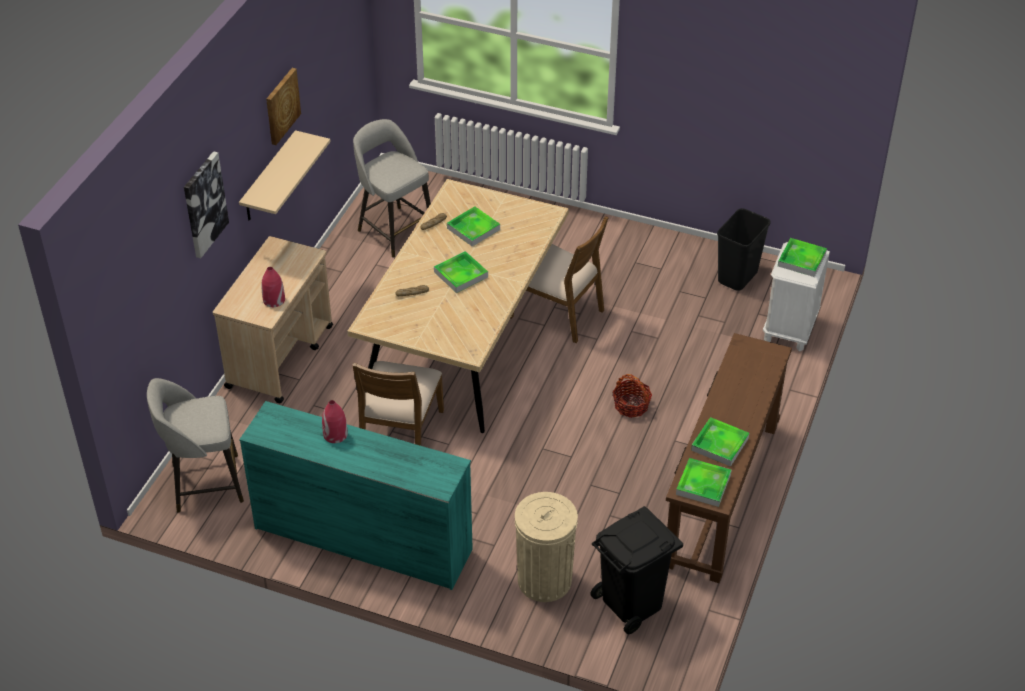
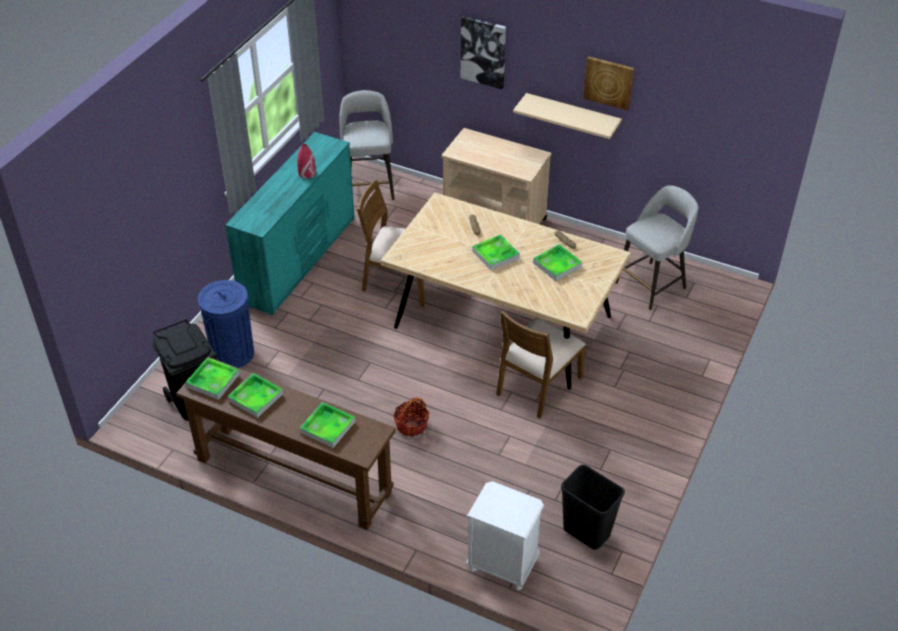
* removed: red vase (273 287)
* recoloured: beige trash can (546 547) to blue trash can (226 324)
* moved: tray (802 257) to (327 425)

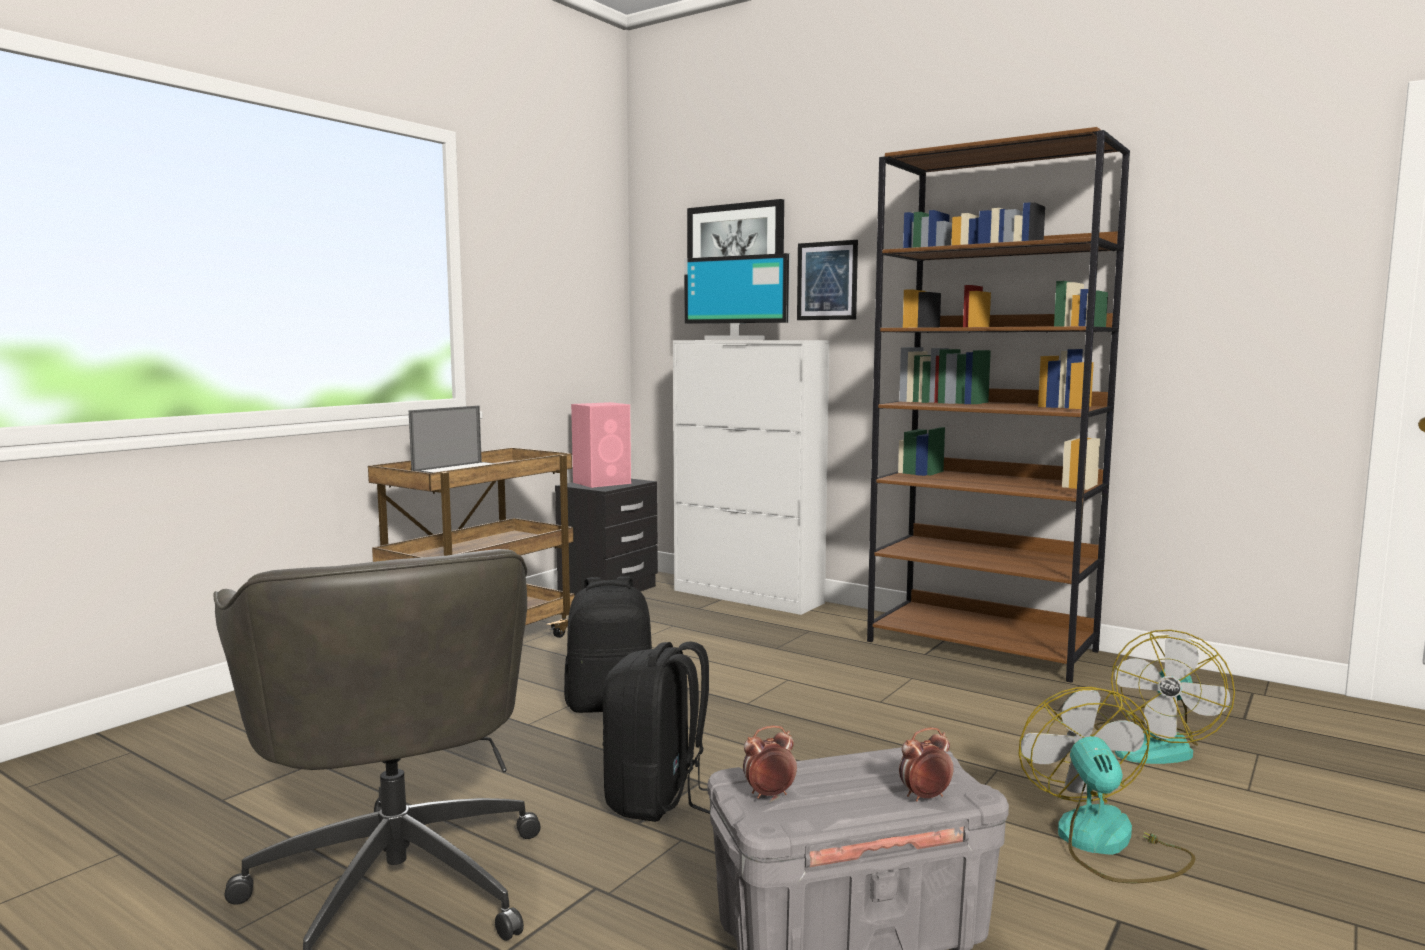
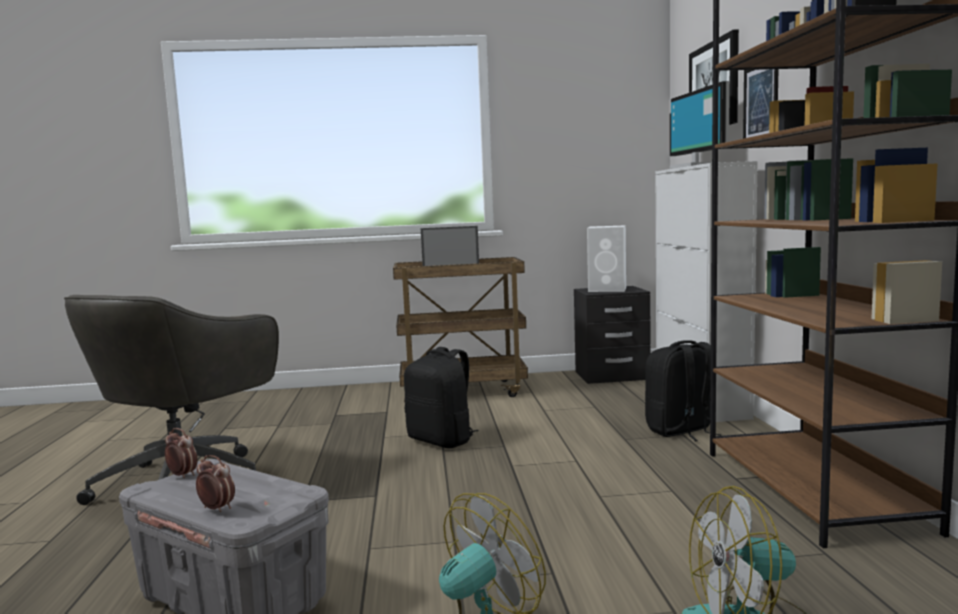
* recoloured: pink speaker (601 445) to white speaker (606 258)
* moved: black backpack (656 731) to (683 390)

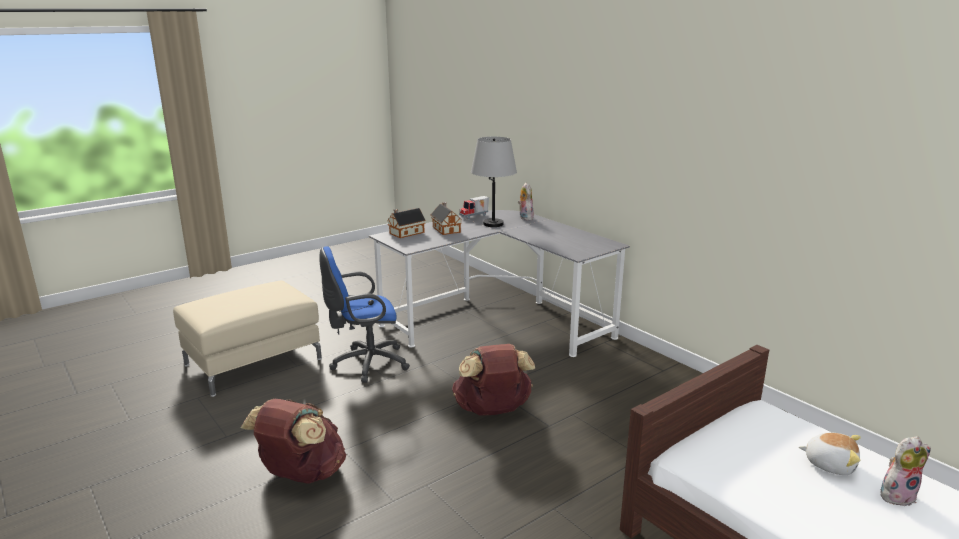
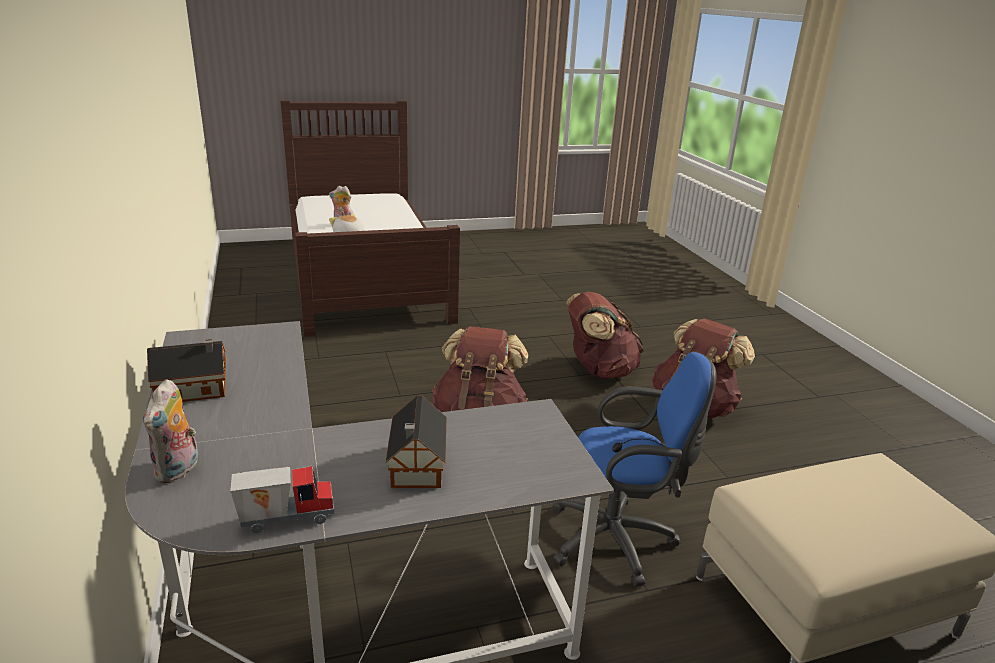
* moved: toy house (406 223) to (186 370)
* removed: grey table lamp (494 182)
* added: brown backpack (605 335)

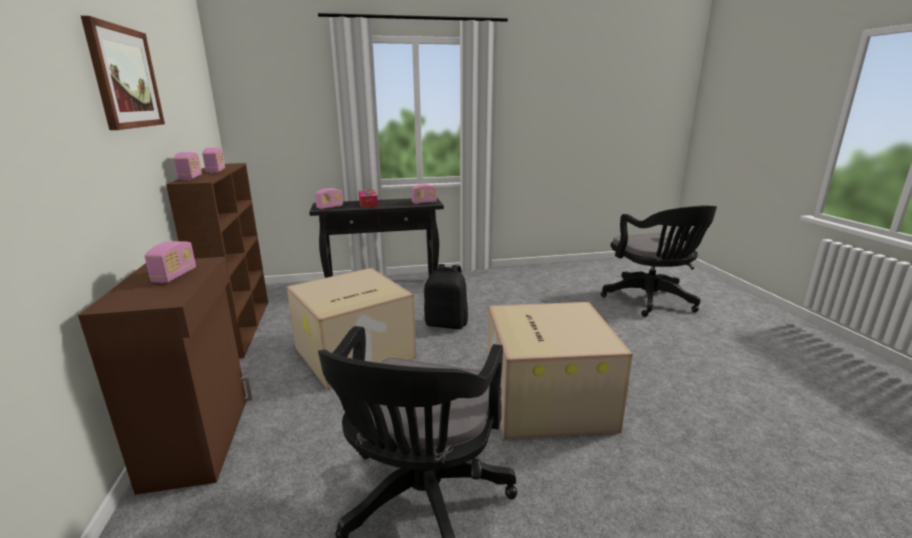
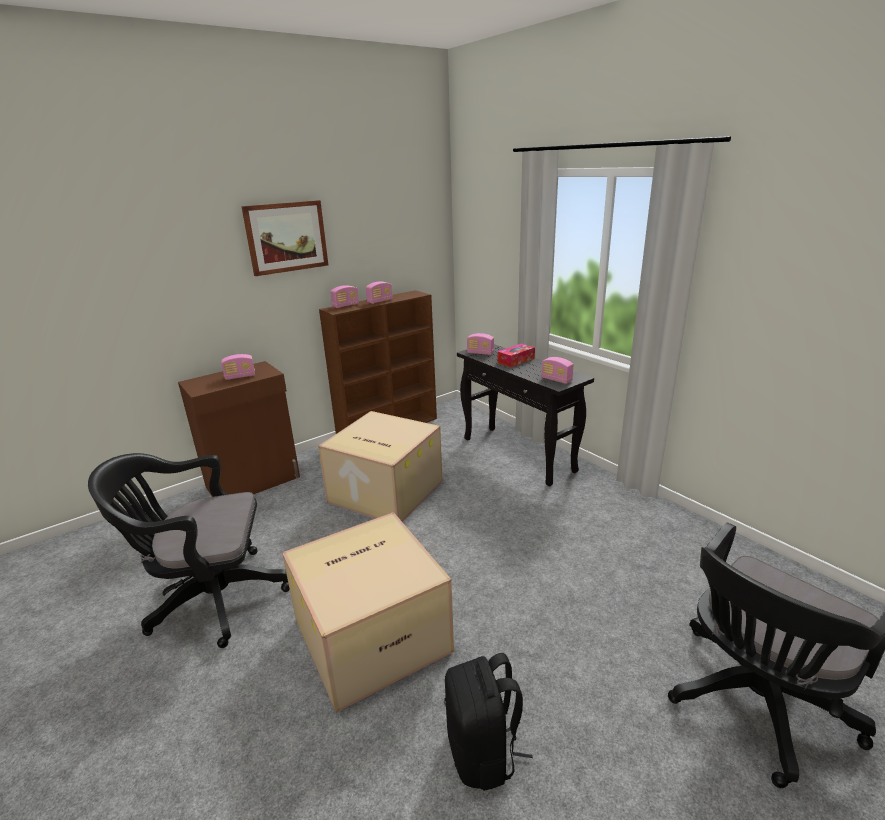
* moved: black backpack (446 296) to (488 722)

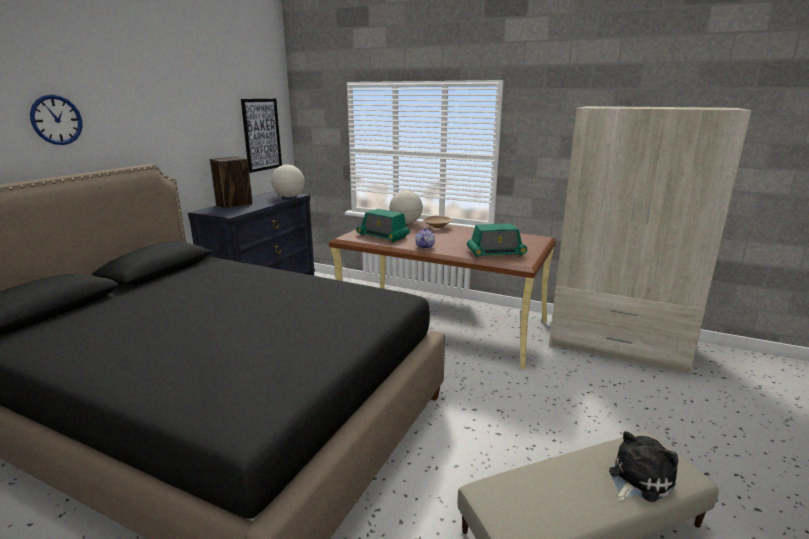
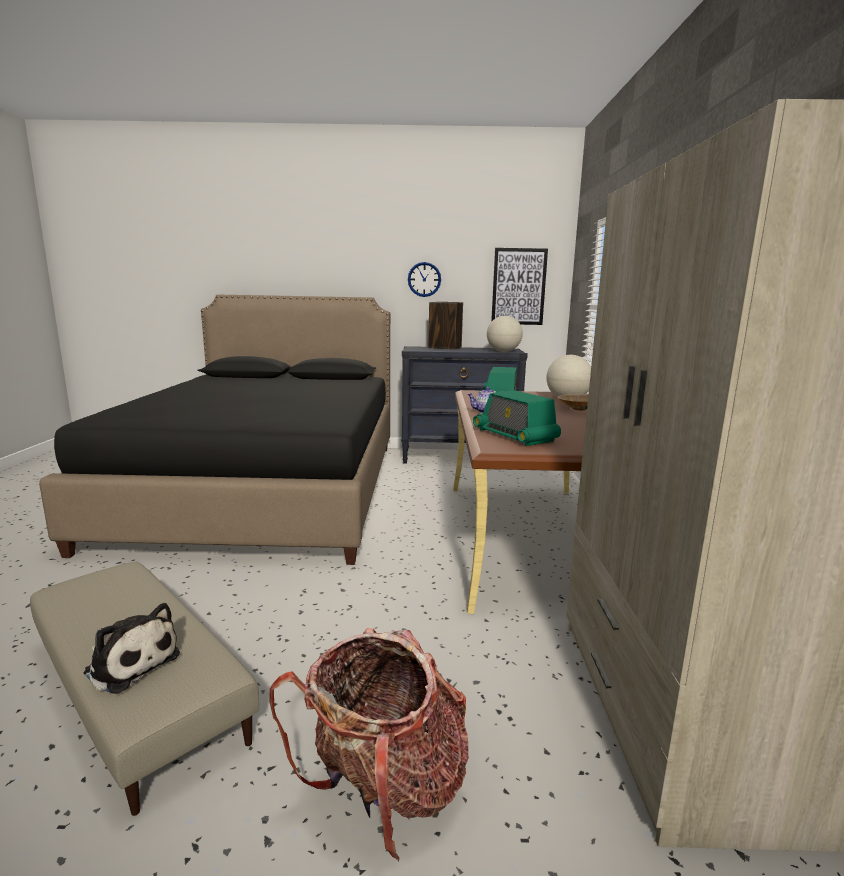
* moved: wall clock (56 120) to (424 279)
* added: backpack (369 745)

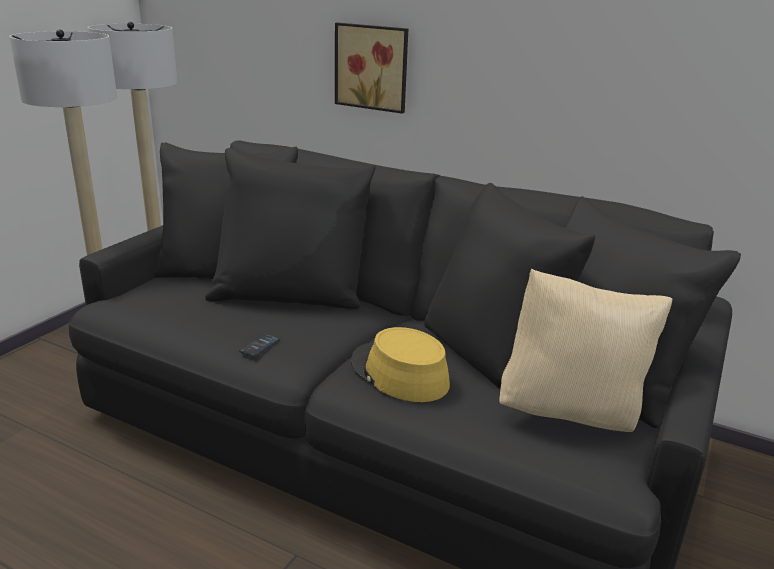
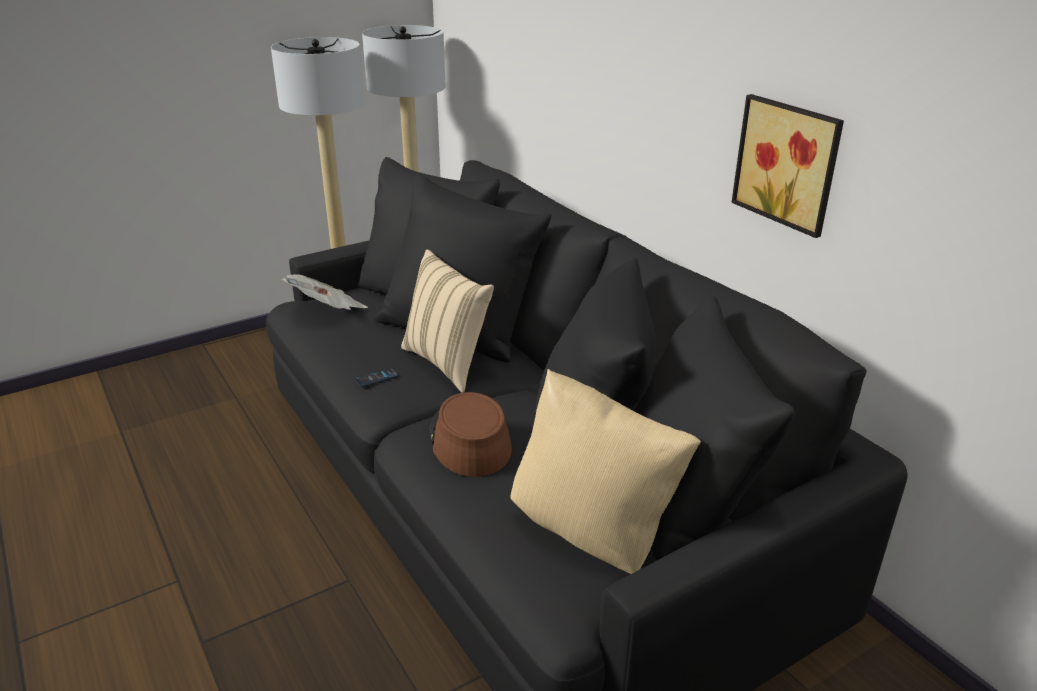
* moved: picture (371 68) to (787 166)
* recoloured: yellow hat (400 364) to brown hat (471 434)
* added: newspaper (325 292)
* added: beige pillow (447 321)

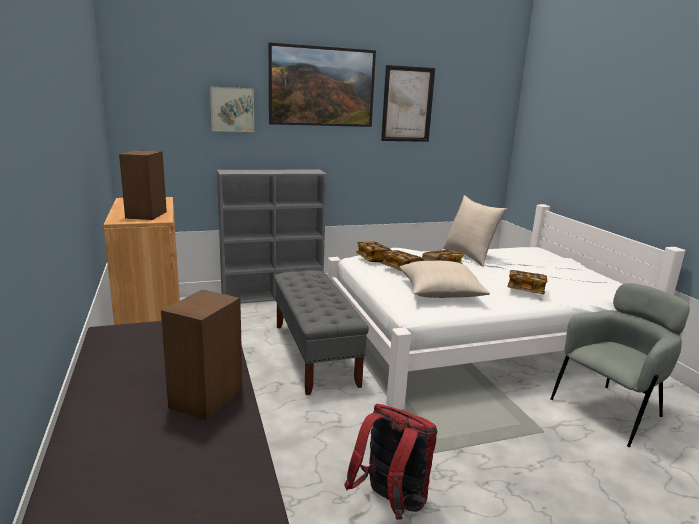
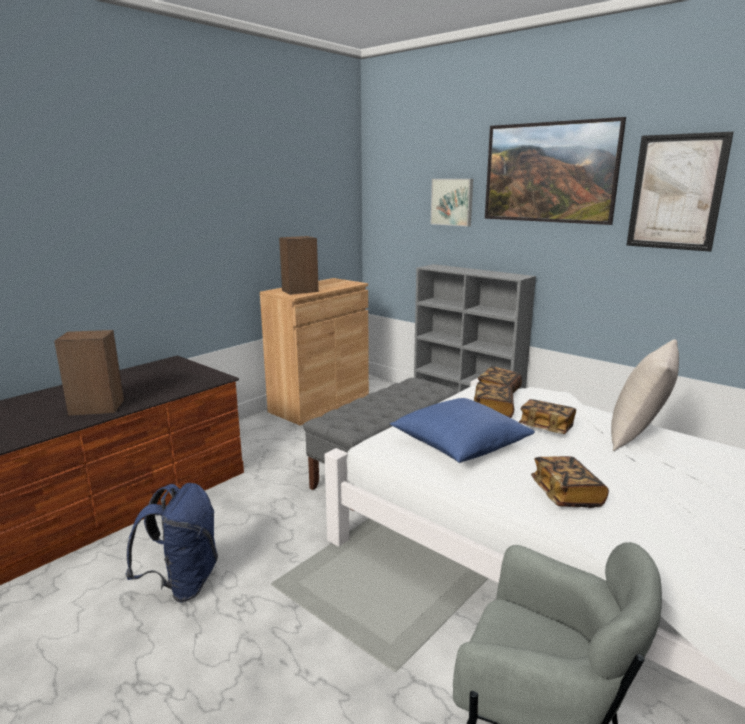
* recoloured: red backpack (391 462) to blue backpack (172 542)
* recoloured: beige pillow (444 279) to blue pillow (462 430)

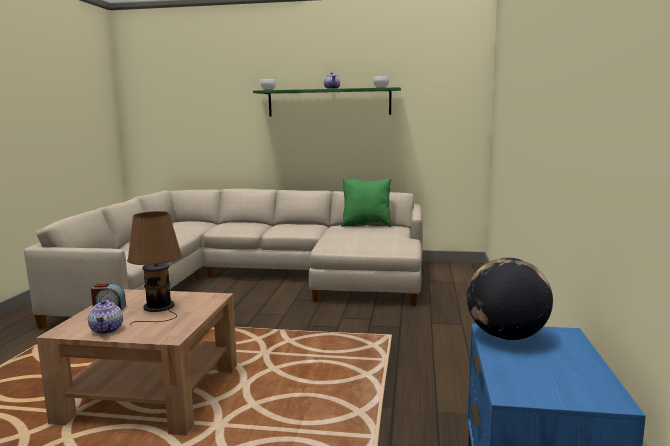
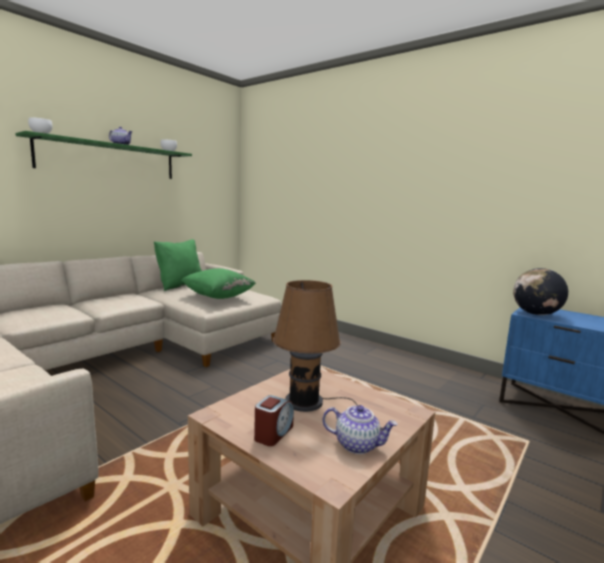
* added: green pillow (218 283)

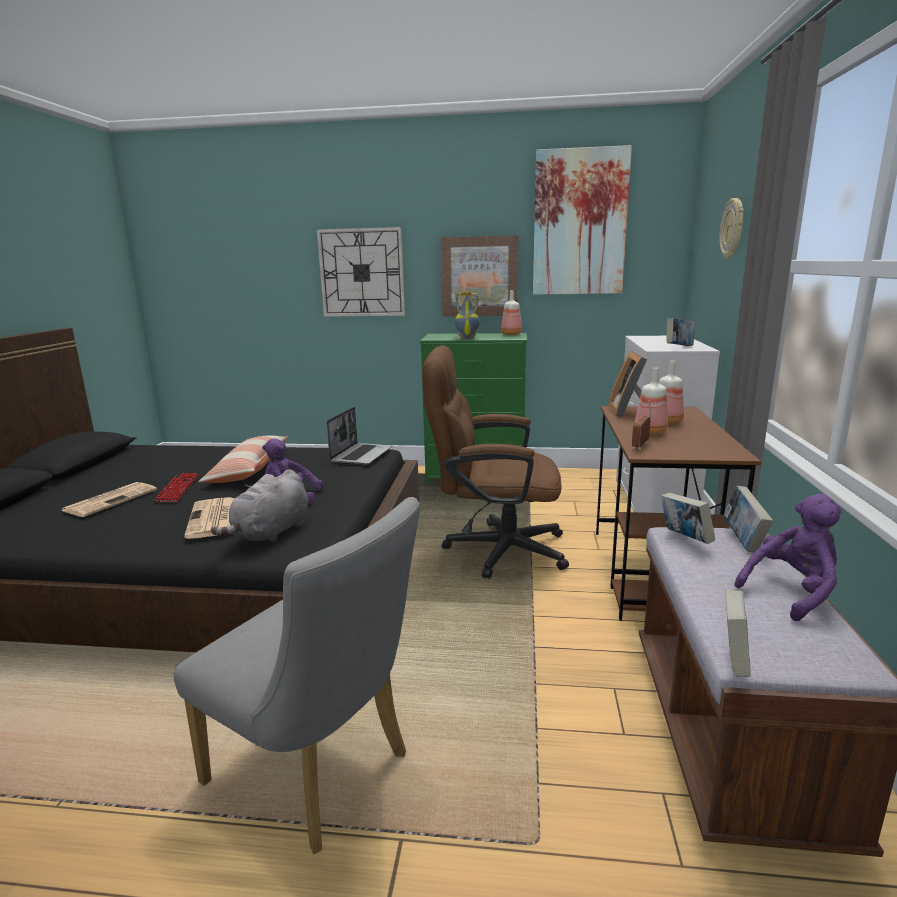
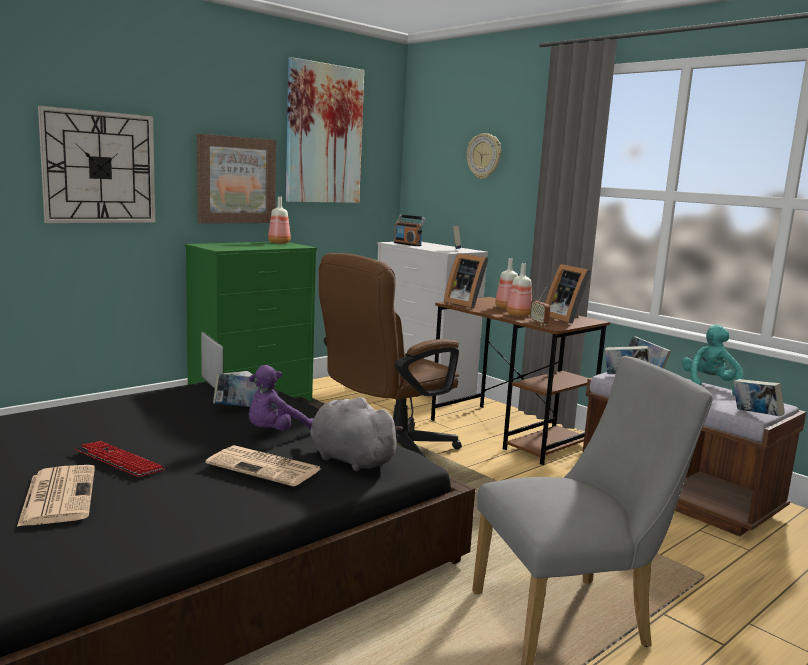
* removed: pillow (243 459)
* turned: grey plush toy (259 506) = (356 434) 150 degrees clockwise
* removed: vase (467 315)
* recoloured: purple plush toy (787 557) to turquoise plush toy (712 360)
* added: book (235 390)
* added: radio (409 230)
* added: picture frame (568 294)

